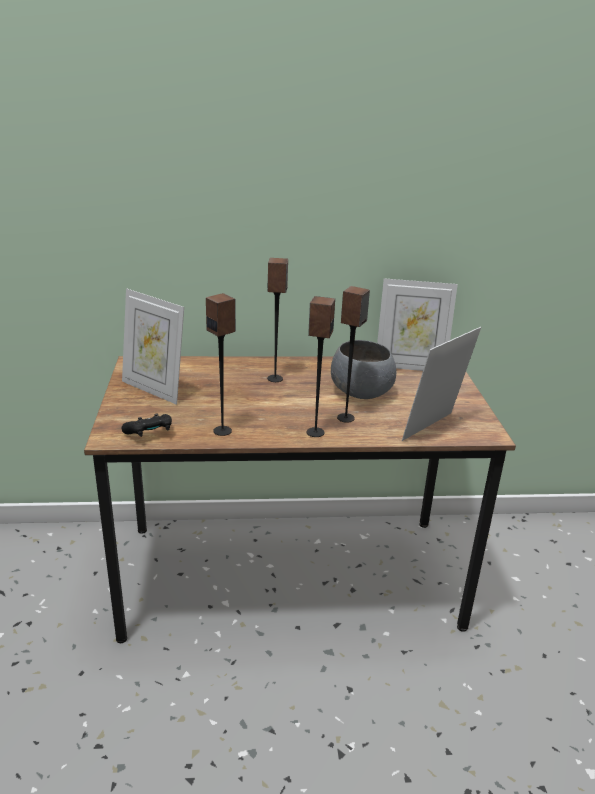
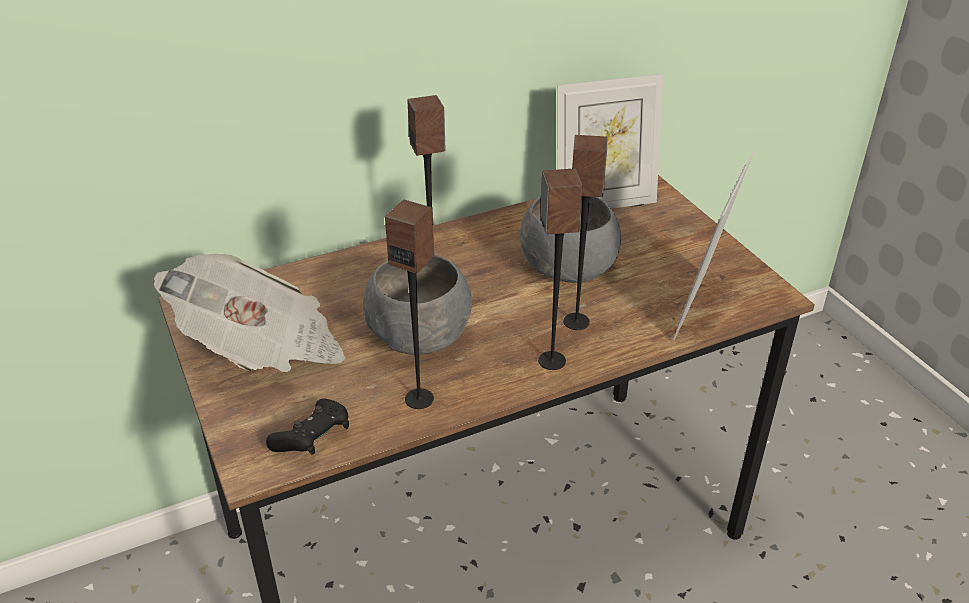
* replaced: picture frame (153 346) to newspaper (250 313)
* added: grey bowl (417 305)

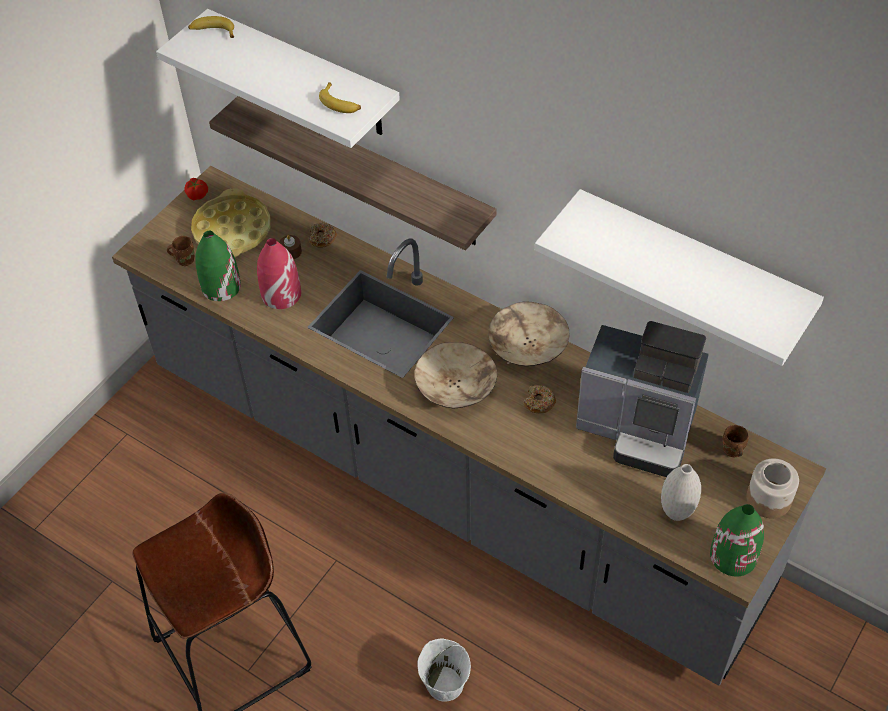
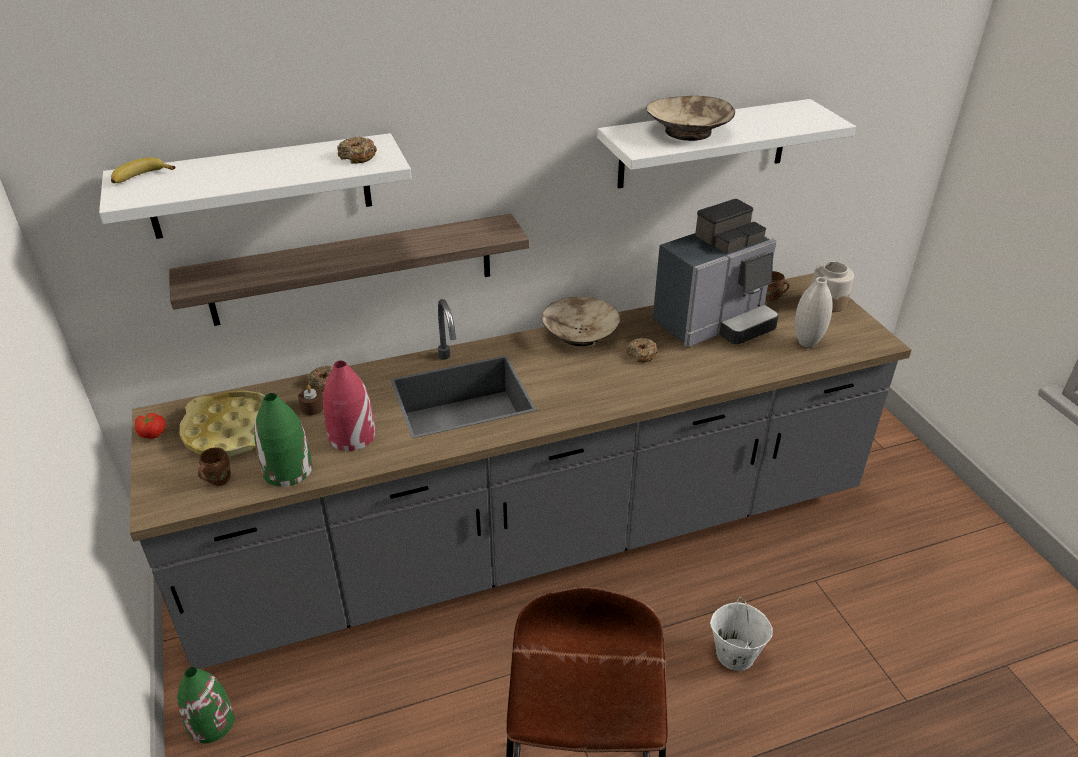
* replaced: banana (340 97) to donut (357 149)
* moved: beige bowl (456 375) to (690 118)
* moved: green vase (737 540) to (205 705)

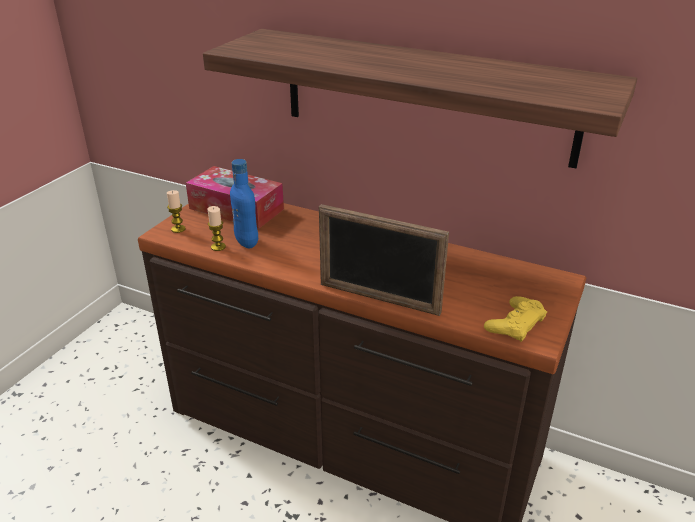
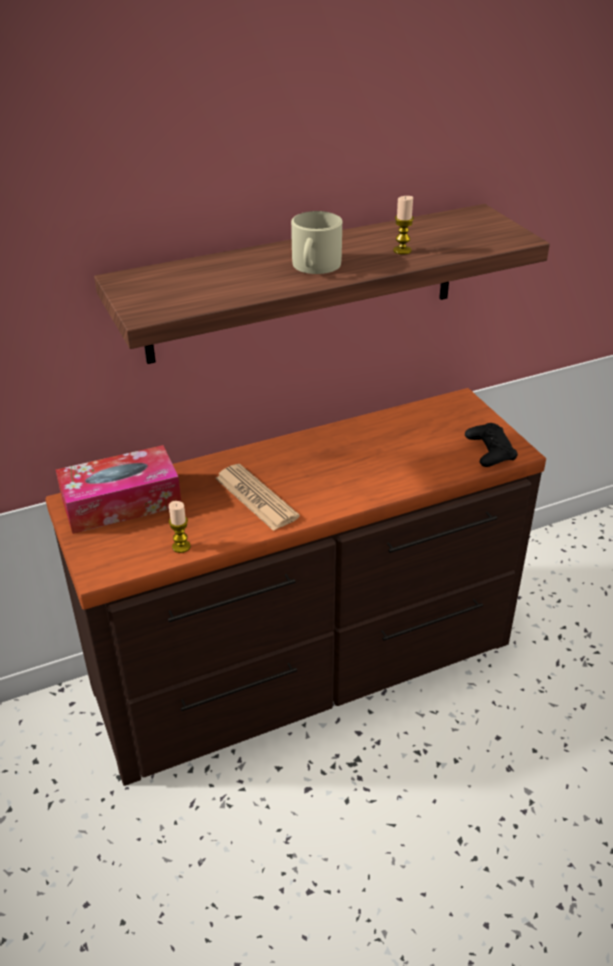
* moved: candle (176 211) to (403 225)
* removed: blue bottle (244 203)
* removed: picture frame (384 260)
* recoloured: yellow game controller (515 319) to black game controller (491 445)
* added: newspaper (257 497)
* added: beige mug (316 242)

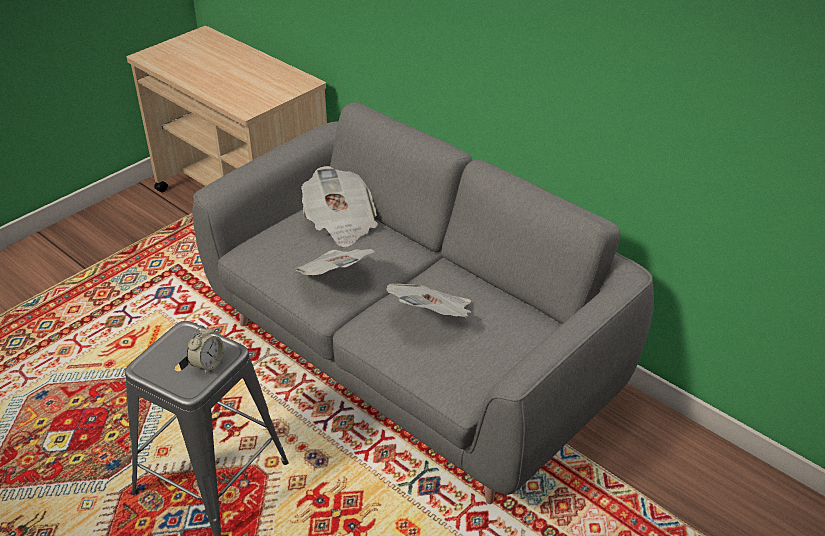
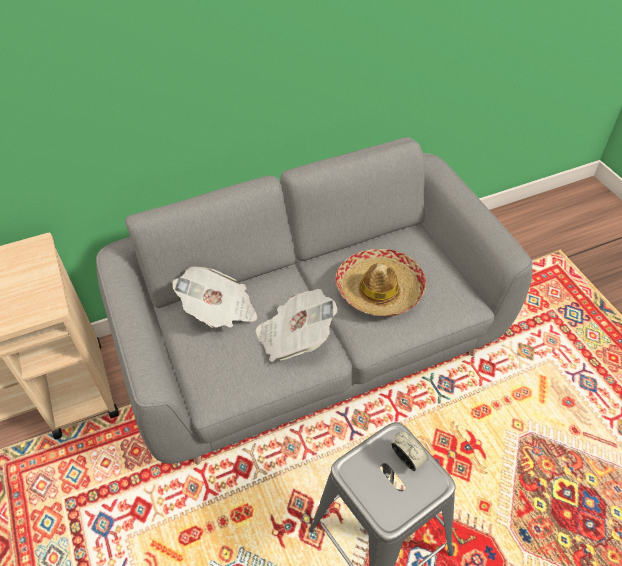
* replaced: newspaper (428 300) to hat (380 283)

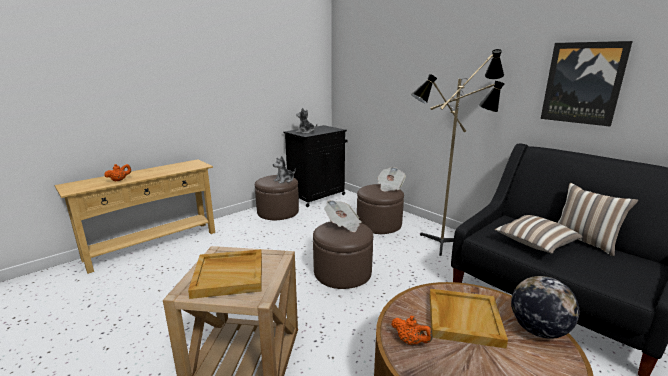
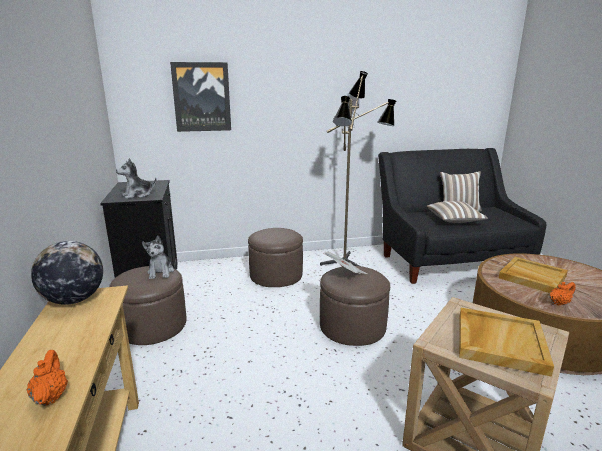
* removed: newspaper (391 179)
* moved: globe (545 307) to (67 273)
* moved: picture (587 84) to (200 97)

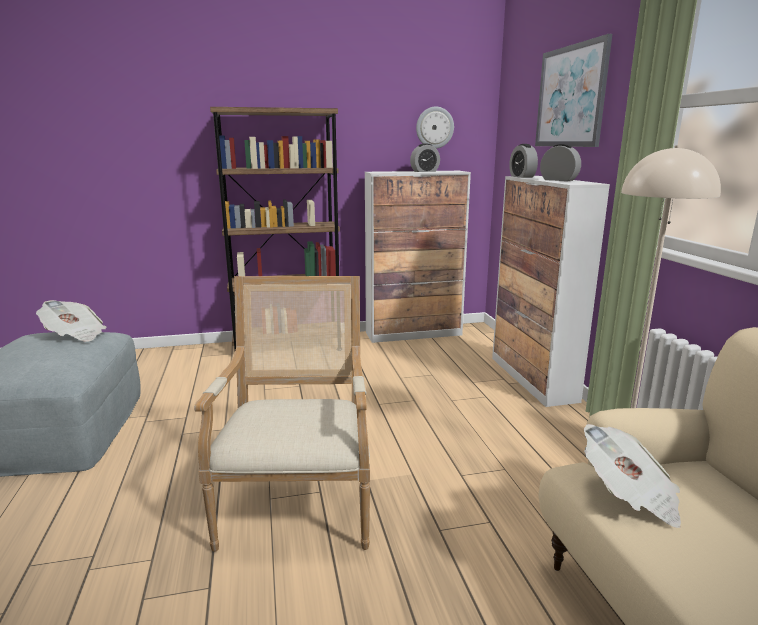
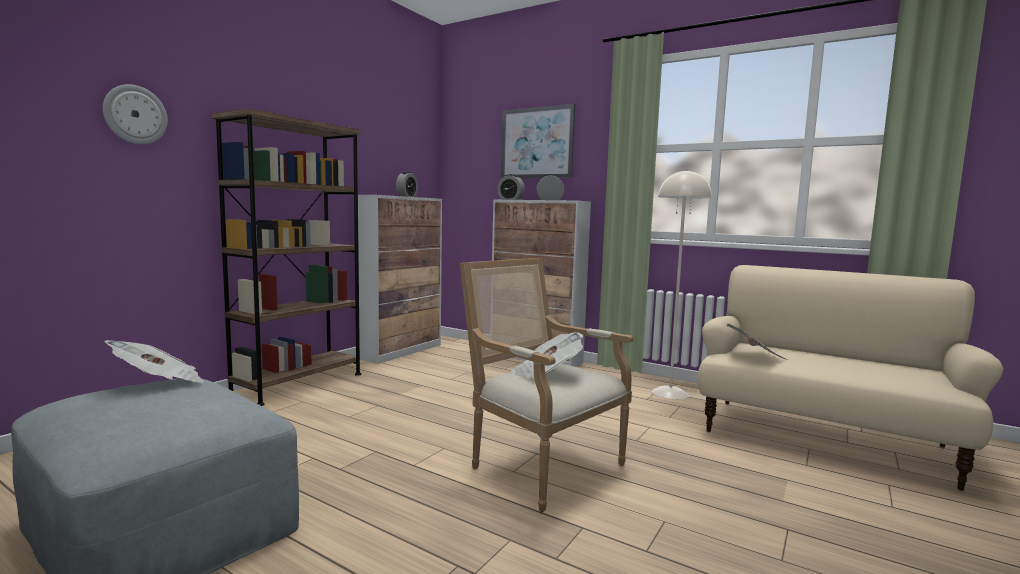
* moved: wall clock (435 127) to (135 114)
* added: newspaper (547 355)

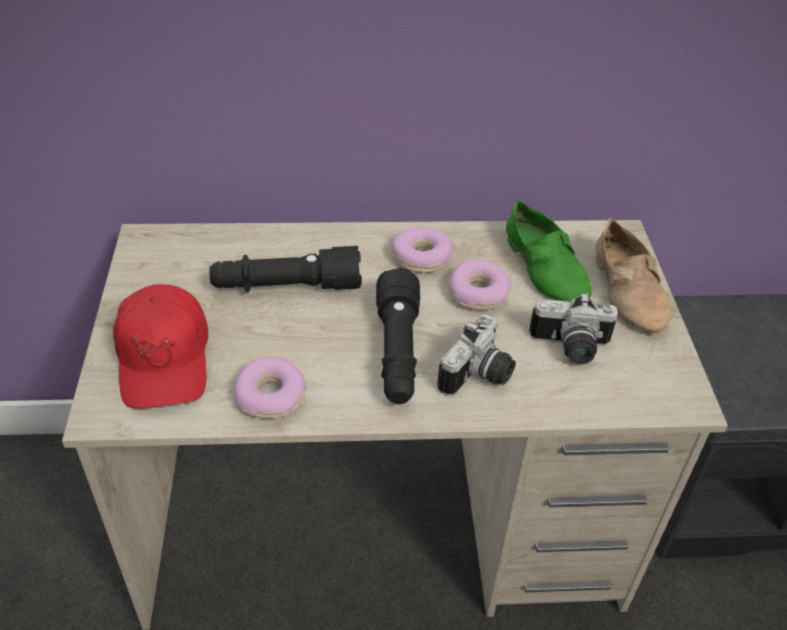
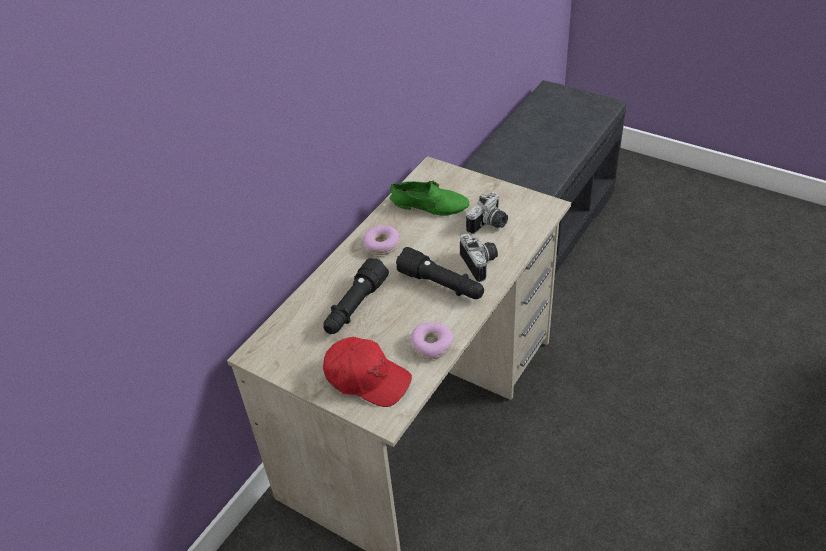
* removed: donut (480 284)
* removed: beige shoe (632 276)

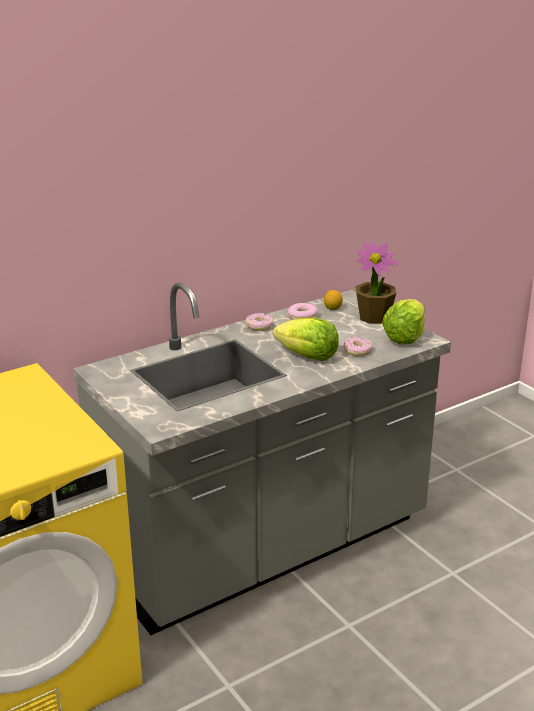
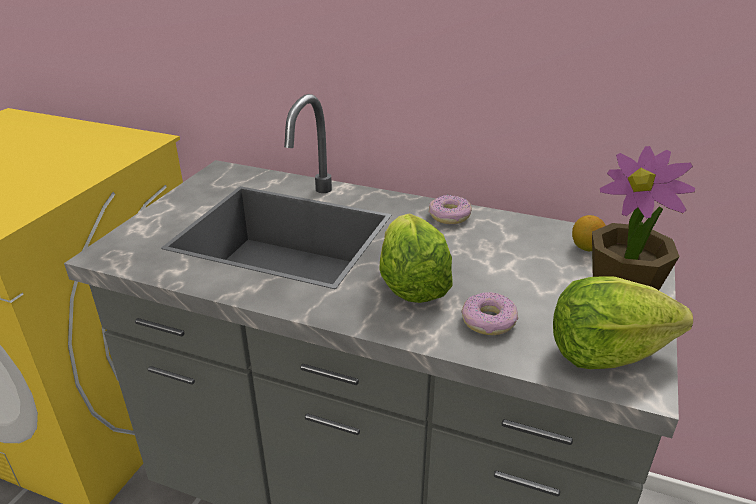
* removed: donut (302 311)

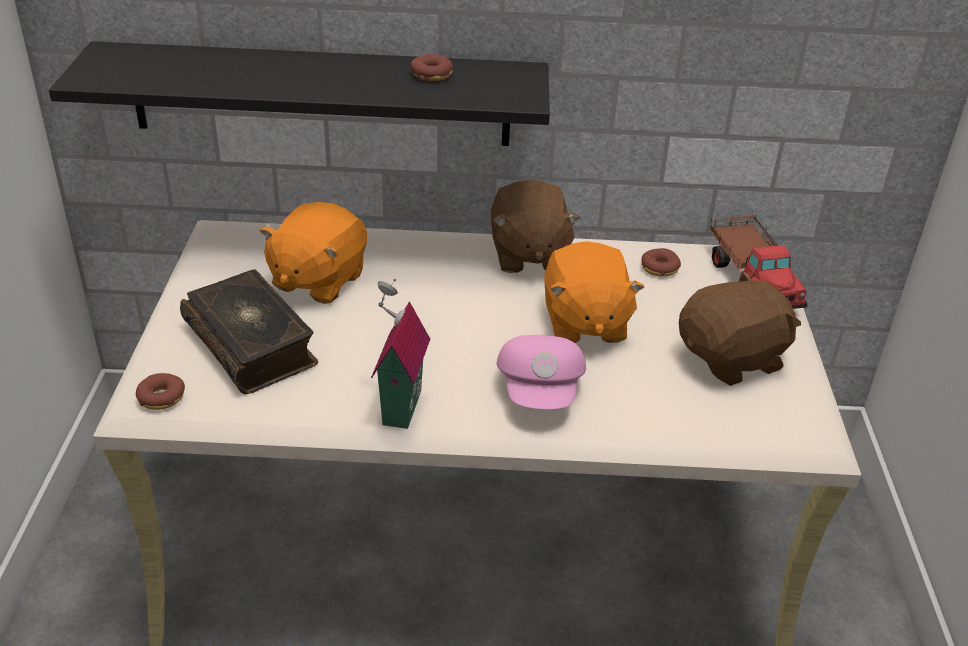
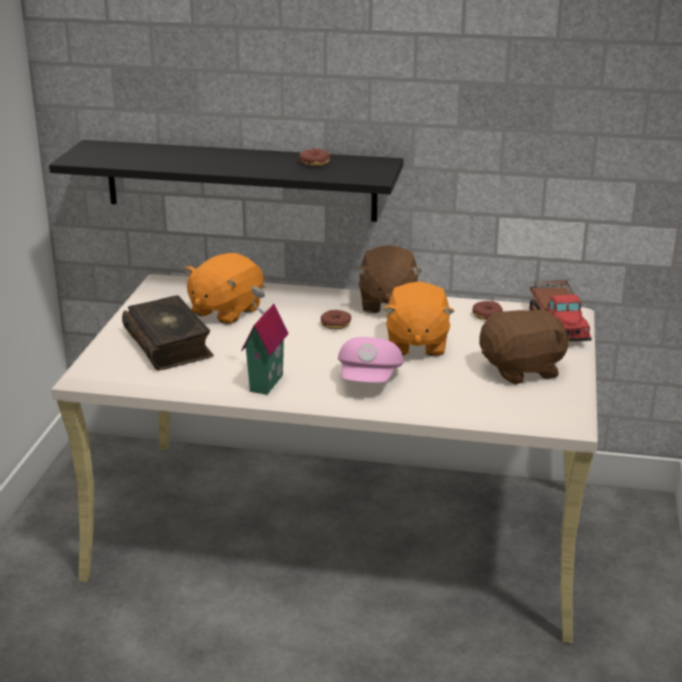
* moved: donut (160 391) to (336 319)

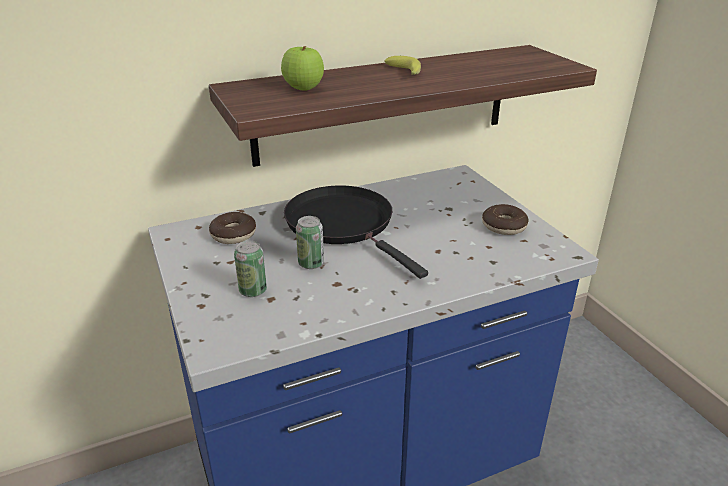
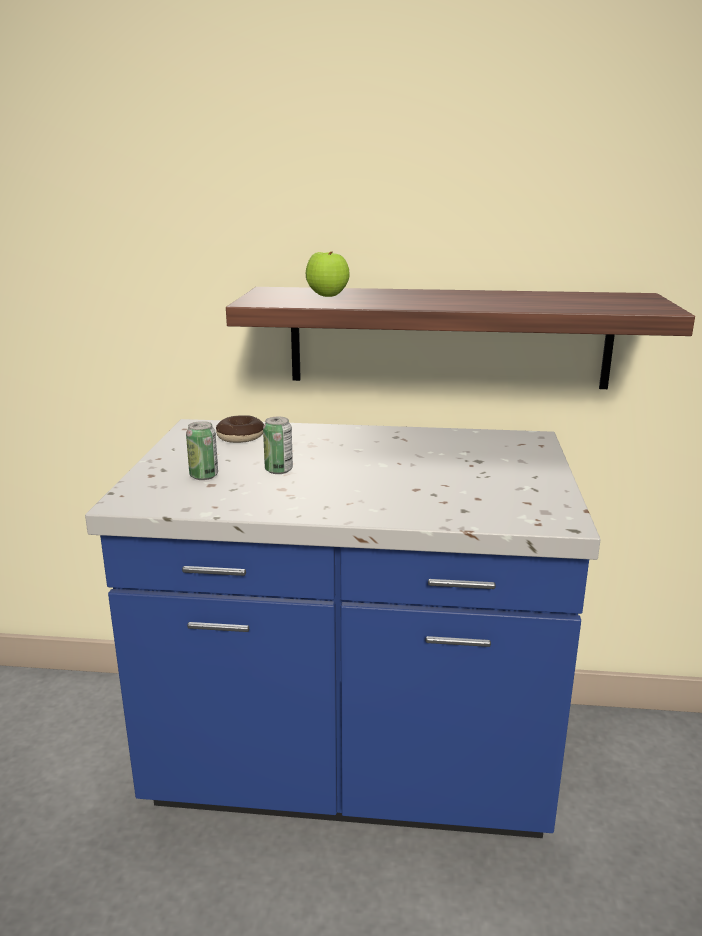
* removed: black frying pan (356 232)
* removed: banana (402 65)
* removed: donut (505 219)

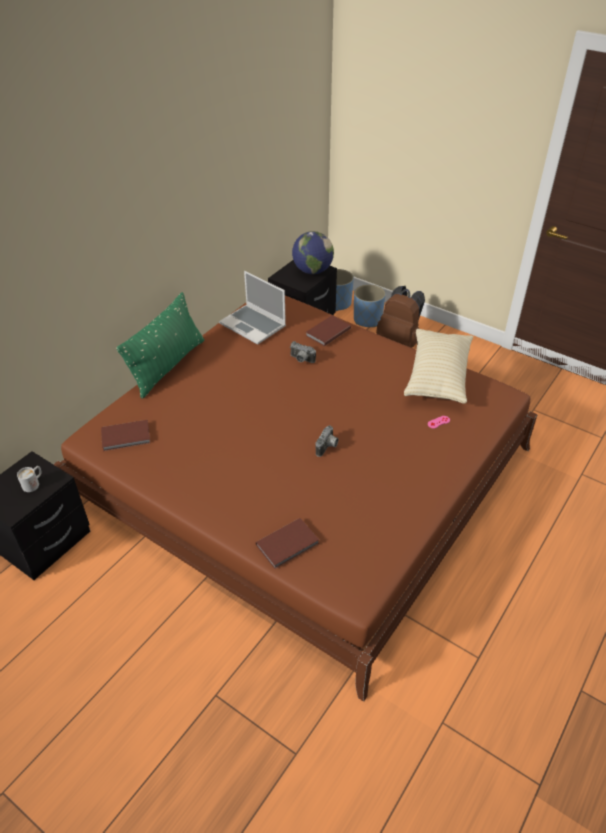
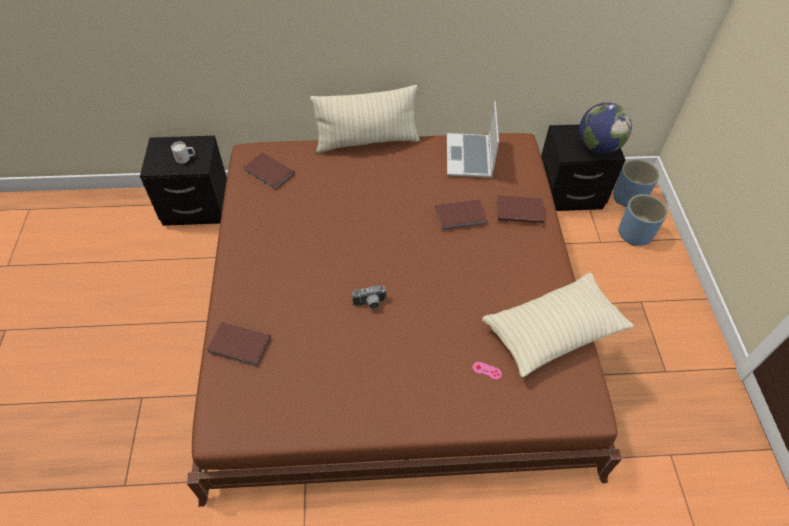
* recoloured: green pillow (160 345) to beige pillow (365 119)
* replaced: photo camera (303 352) to brown book (461 214)
* removed: brown backpack (400 317)

